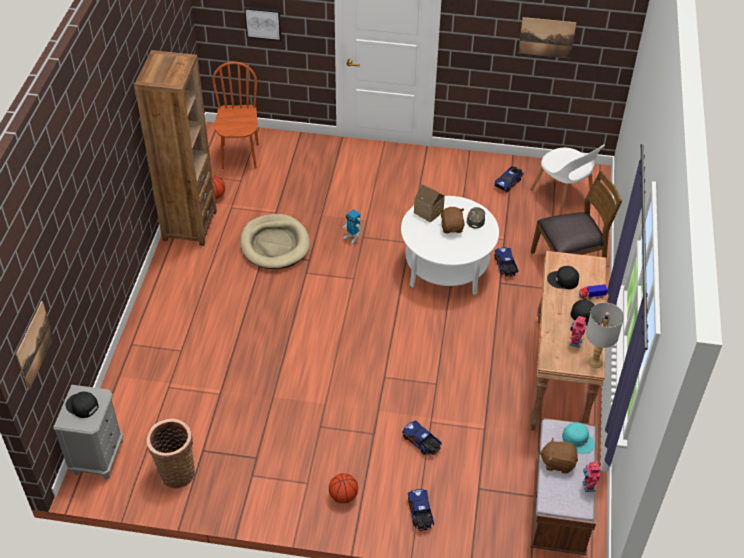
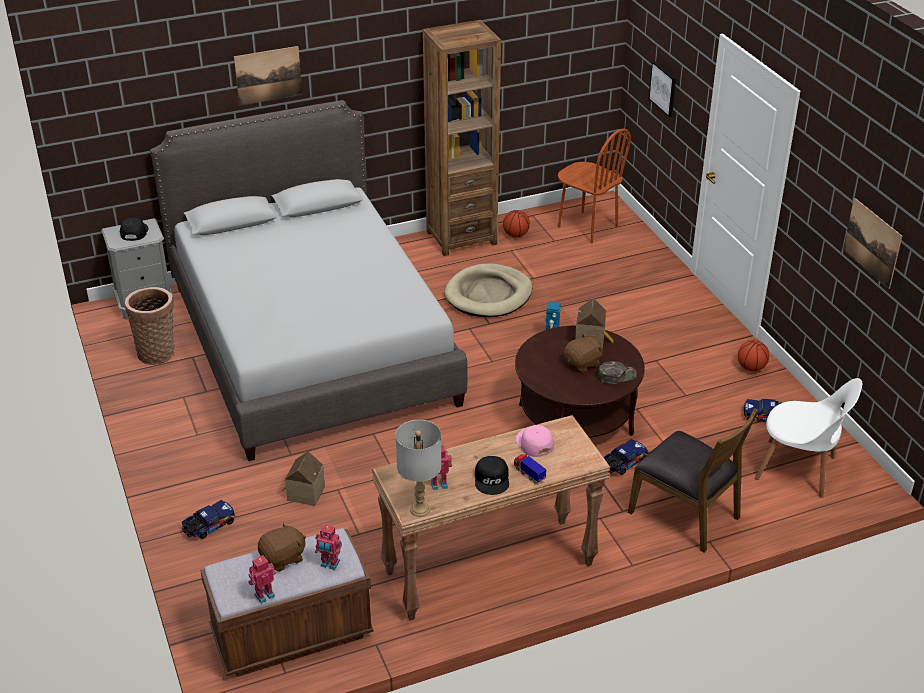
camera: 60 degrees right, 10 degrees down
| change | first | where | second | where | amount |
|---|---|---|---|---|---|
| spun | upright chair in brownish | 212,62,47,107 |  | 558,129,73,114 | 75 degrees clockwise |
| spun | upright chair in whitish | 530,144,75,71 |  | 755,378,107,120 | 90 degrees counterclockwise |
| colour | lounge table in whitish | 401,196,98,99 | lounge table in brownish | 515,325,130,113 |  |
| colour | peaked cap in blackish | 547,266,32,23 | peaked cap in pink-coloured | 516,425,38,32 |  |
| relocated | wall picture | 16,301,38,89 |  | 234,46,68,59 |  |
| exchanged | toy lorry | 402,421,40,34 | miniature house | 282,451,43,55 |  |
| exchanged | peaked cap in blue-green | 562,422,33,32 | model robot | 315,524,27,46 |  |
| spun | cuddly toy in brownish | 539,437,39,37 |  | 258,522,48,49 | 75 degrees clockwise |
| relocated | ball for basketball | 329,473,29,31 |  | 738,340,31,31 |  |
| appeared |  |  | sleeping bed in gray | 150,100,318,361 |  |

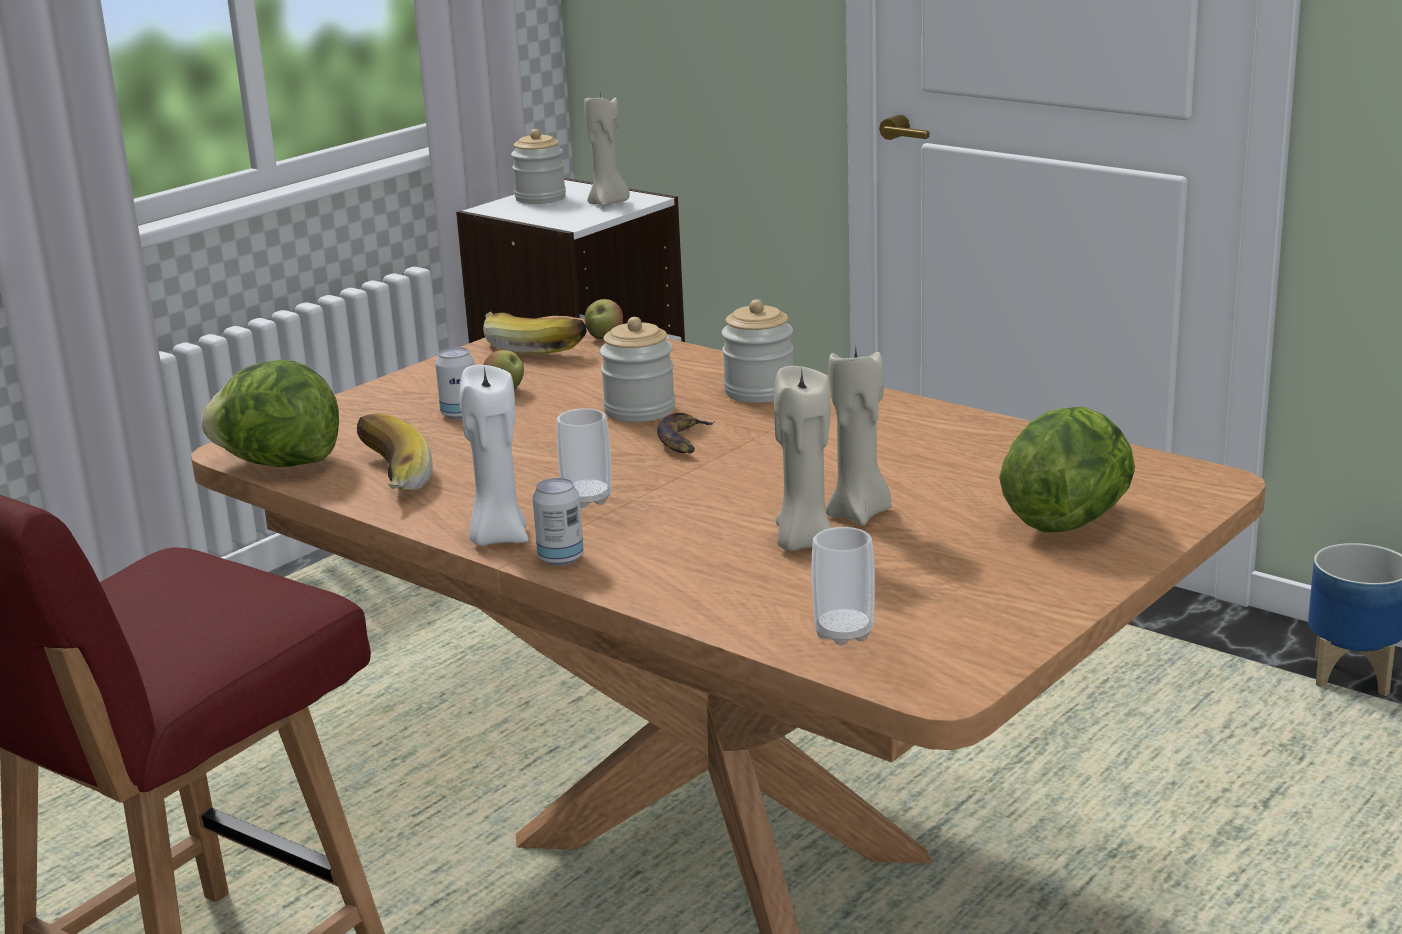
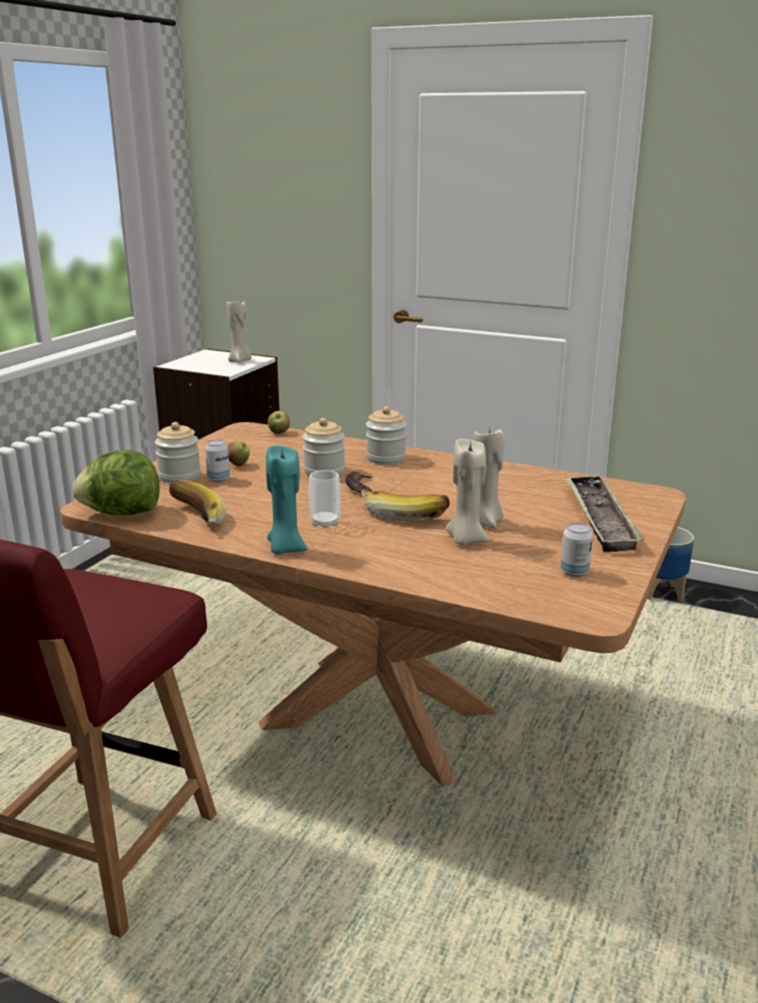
camera: 15 degrees left, 0 degrees up
| change | first | where | second | where | amount |
|---|---|---|---|---|---|
| relocated | storage jar | 511,129,55,75 |  | 155,422,46,61 |  |
| relocated | whole banana | 483,312,104,42 |  | 361,490,89,31 |  |
| colour | wax candle in whitish | 460,365,68,181 | wax candle in blue-green | 266,446,42,109 |  |
| exchanged | lettuce | 999,407,136,126 | carrying tray | 565,475,80,77 |  |
| relocated | metal can | 533,478,51,88 |  | 560,523,33,54 |  |
| missing | cup | 811,527,64,119 |  |  |  |

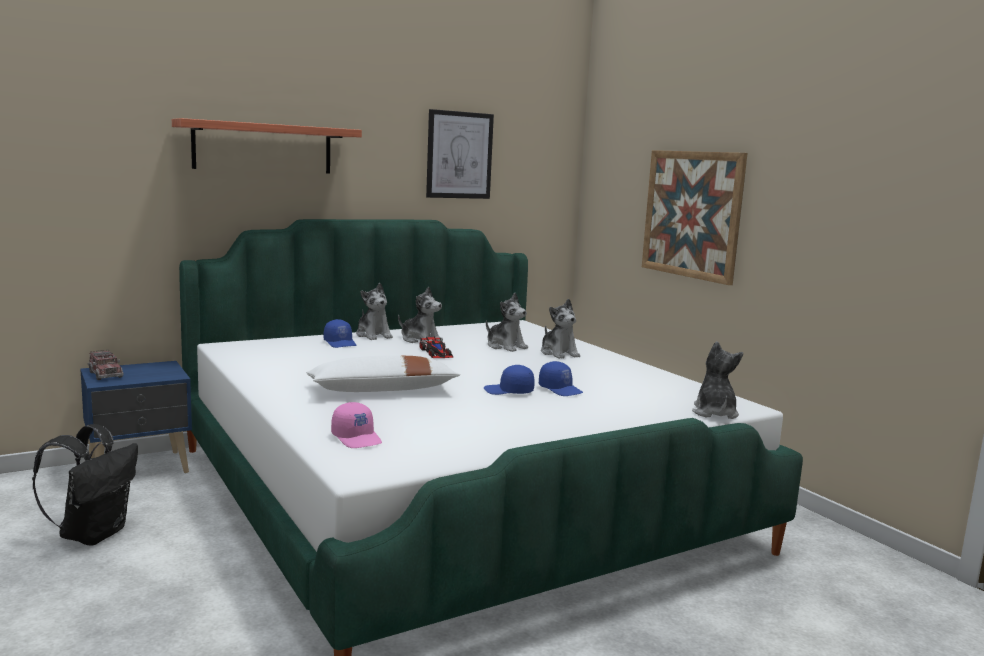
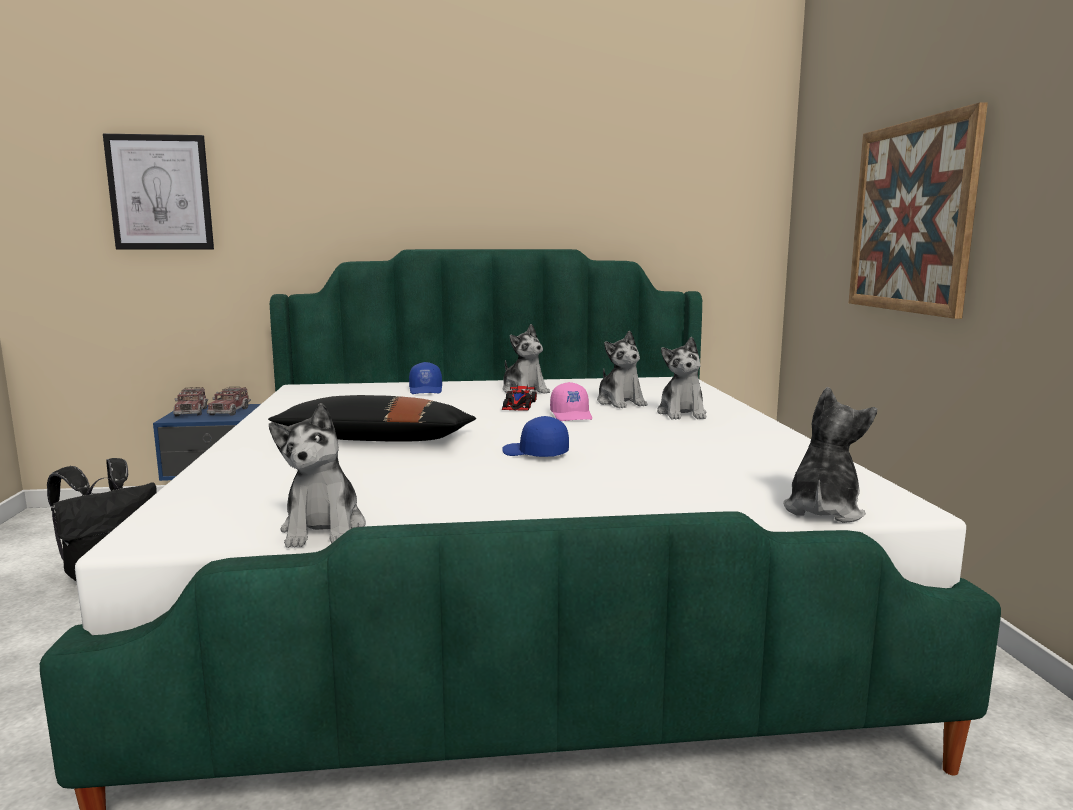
camera: 25 degrees right, 0 degrees up
| change | first | where | second | where | amount |
|---|---|---|---|---|---|
| relocated | wall picture | 426,109,68,90 |  | 103,134,111,115 |  |
| missing | shelf | 172,118,190,55 |  |  |  |
| relocated | cuddly toy | 356,283,37,57 |  | 269,403,97,145 |  |
| colour | cushion in whitish | 306,355,154,37 | cushion in blackish | 268,395,208,47 |  |
| missing | peaked cap in blue-coloured | 539,361,44,35 |  |  |  |
| relocated | peaked cap in pink-coloured | 331,402,51,46 |  | 550,382,42,39 |  |
| appeared |  |  | toy lorry | 207,387,44,28 |  |

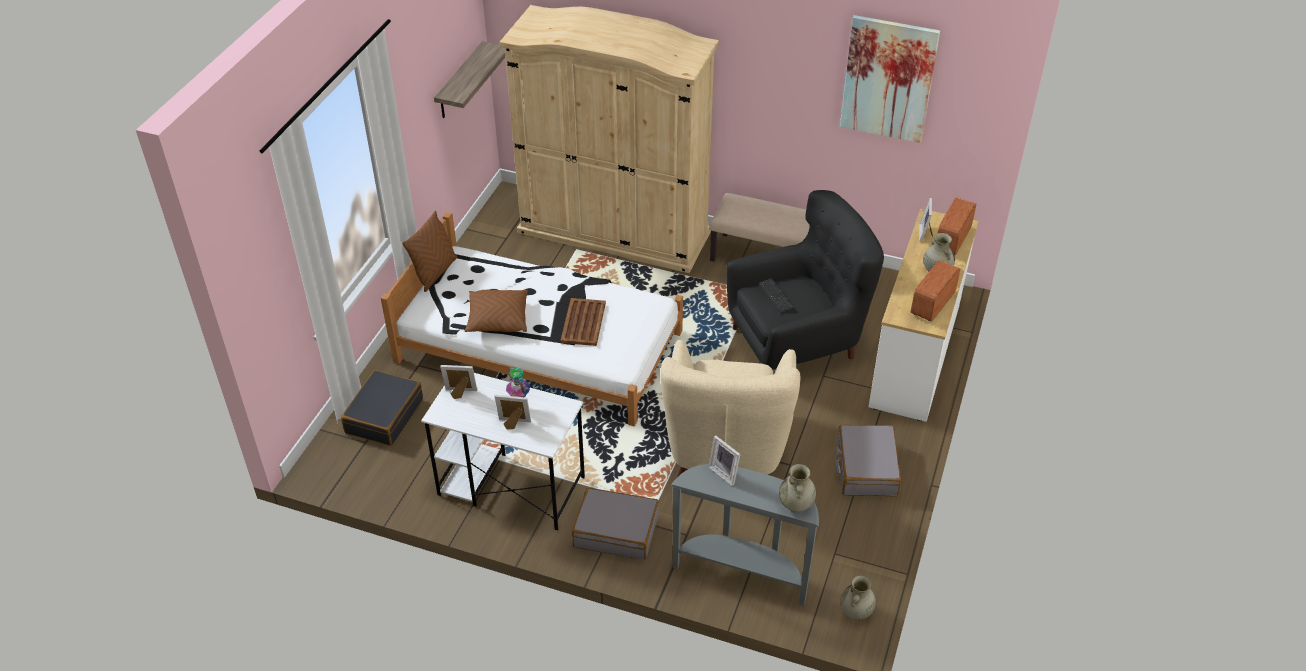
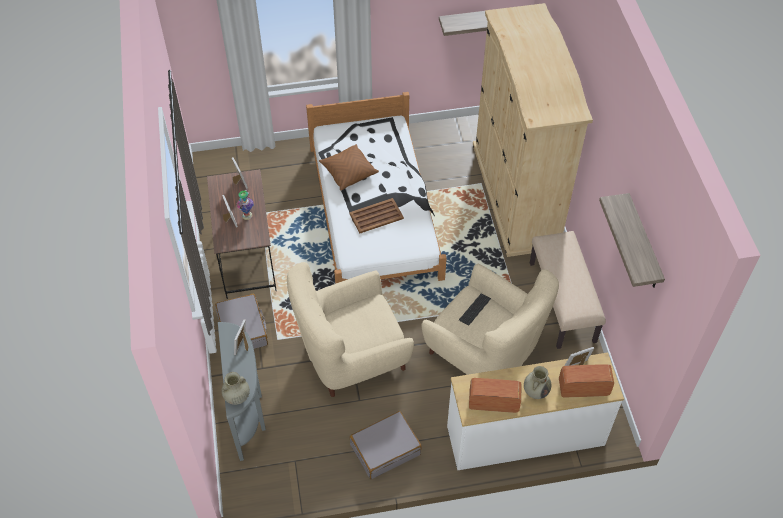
camera: 60 degrees right, 10 degrees up
| change | first | where | second | where | amount |
|---|---|---|---|---|---|
| exchanged | wall picture | 840,15,100,128 | shelf | 599,193,66,95 |  |
| colour | easy chair in blackish | 726,190,158,179 | easy chair in sand-coloured | 422,264,137,111 |  |
| missing | cushion in brownish | 402,211,55,81 |  |  |  |
| missing | piece of luggage in blackish | 341,370,82,76 |  |  |  |
| colour | desk unit in whitish | 421,373,164,157 | desk unit in brownish | 207,169,70,130 |  |
| missing | flower vase in sand-coloured | 840,575,36,45 |  |  |  |

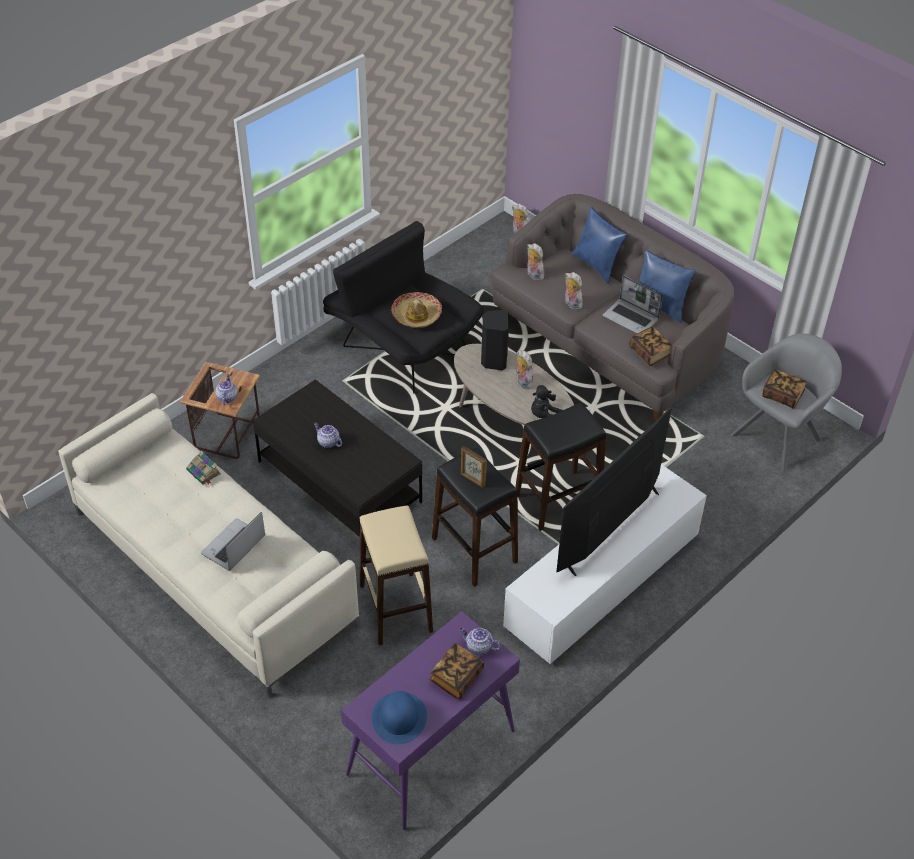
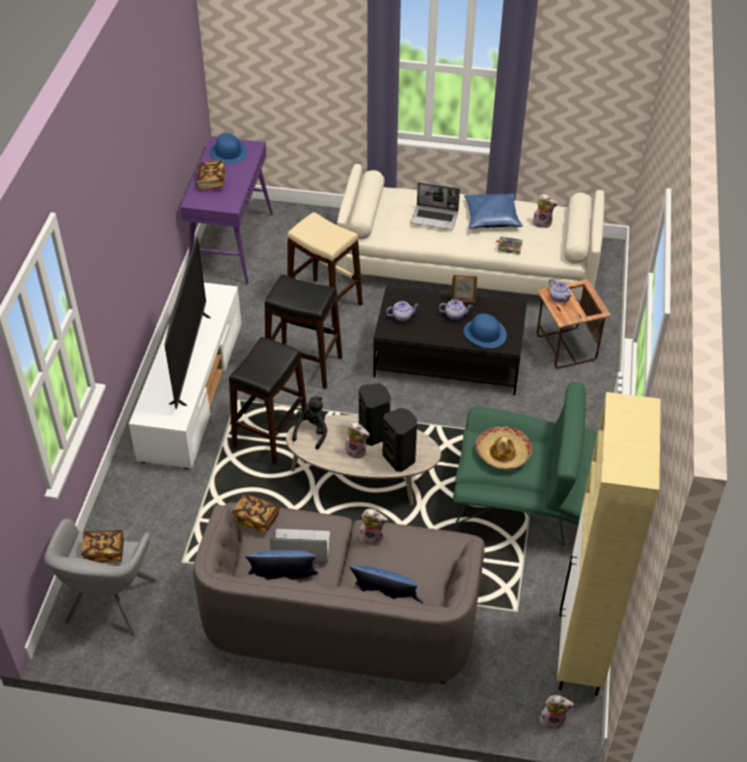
camera: 145 degrees right, 0 degrees up
| change | first | where | second | where | amount |
|---|---|---|---|---|---|
| colour | easy chair in blackish | 323,221,161,172 | easy chair in green-coloured | 453,381,145,165 |  |
| relocated | cuddly toy | 527,243,17,38 |  | 533,194,25,34 |  |
| relocated | photo frame | 461,446,26,42 |  | 451,275,26,27 |  |
| spun | portable computer | 201,512,64,59 |  | 411,182,49,48 | 105 degrees clockwise |
| relocated | tea pot | 459,628,41,27 |  | 386,301,33,21 |  |
| appeared |  |  | cushion in blue-coloured | 464,194,59,35 |  |
| appeared |  |  | clothing hat in blue-coloured | 464,313,43,35 |  |
| appeared |  |  | loudspeaker in blackish | 359,383,32,63 |  |
| appeared |  |  | cabinet in sand-coloured | 557,392,104,304 |  |

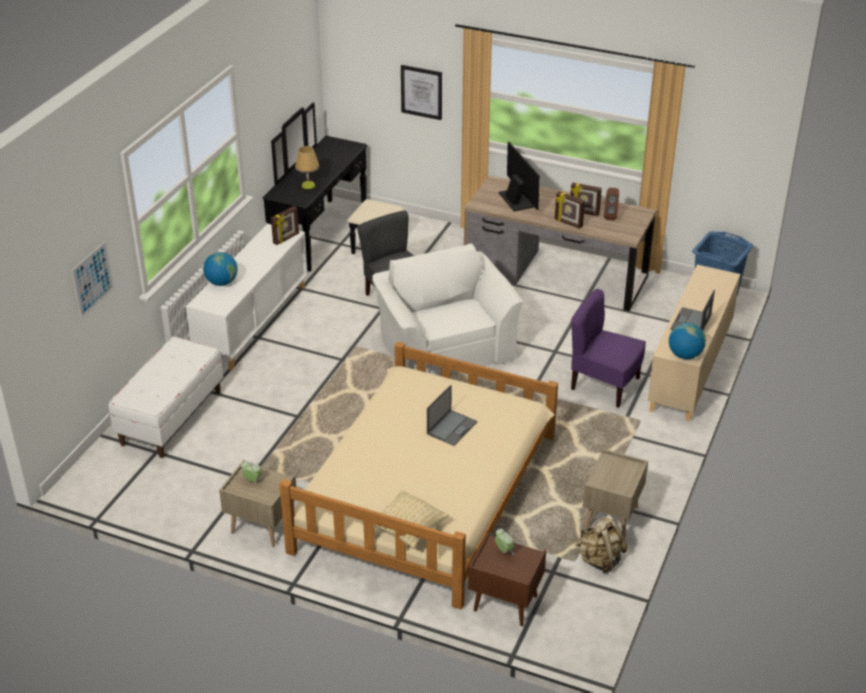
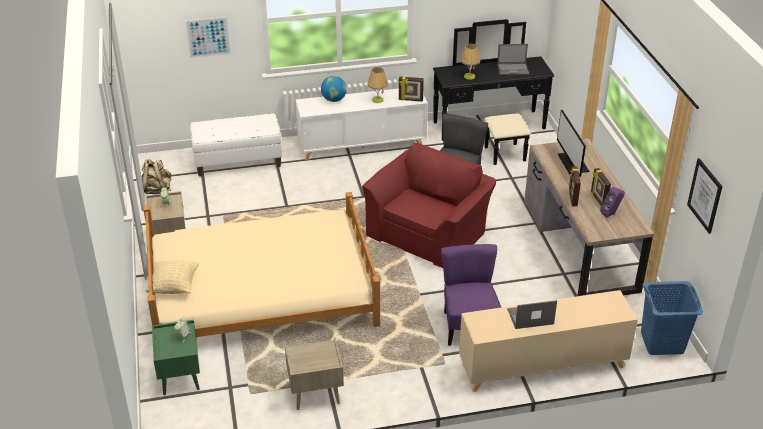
camera: 55 degrees right, 0 degrees up
| change | first | where | second | where | amount |
|---|---|---|---|---|---|
| relocated | wall picture | 401,65,41,55 |  | 687,158,35,76 |  |
| spun | monitor | 498,142,42,69 |  | 557,110,32,67 | 135 degrees clockwise |
| colour | loudspeaker in brownish | 604,188,15,32 | loudspeaker in purple-coloured | 600,187,25,31 |  |
| colour | easy chair in whitish | 372,244,151,132 | easy chair in reddish | 362,143,134,125 |  |
| missing | globe | 669,323,37,36 |  |  |  |
| relocated | portable computer | 427,385,51,61 |  | 497,44,32,31 |  |
| relocated | backpack in sand-coloured | 575,515,53,58 |  | 142,159,29,35 |  |
| colour | night table in brownish | 468,532,78,94 | night table in green-coloured | 152,320,48,75 |  |
| appeared |  |  | lamp for a table | 367,67,21,36 |  |

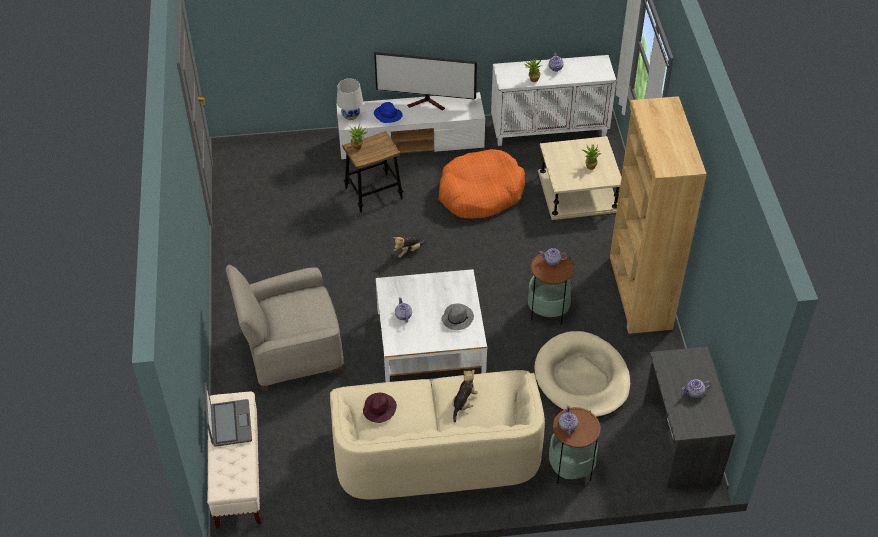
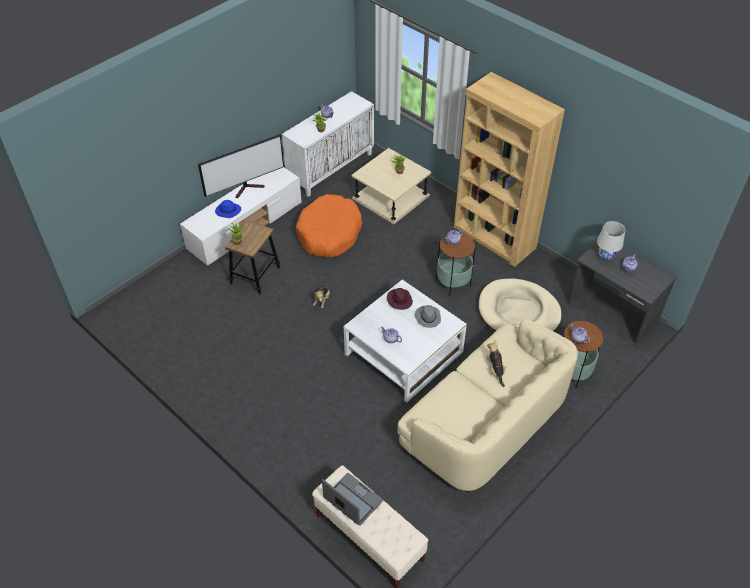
camera: 40 degrees left, 0 degrees up
| change | first | where | second | where | amount |
|---|---|---|---|---|---|
| relocated | lamp for a table in whitish | 337,78,26,42 |  | 597,221,28,39 |  |
| missing | easy chair in sand-coloured | 226,265,117,127 |  |  |  |
| relocated | clothing hat in purple-coloured | 363,393,34,30 |  | 387,288,26,22 |  |

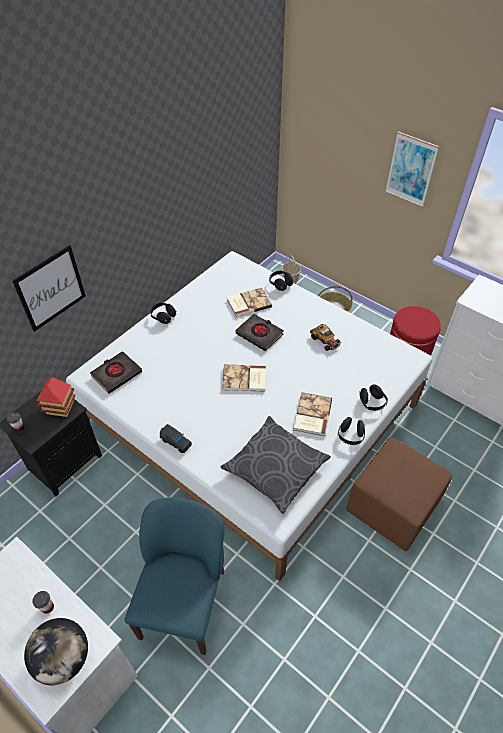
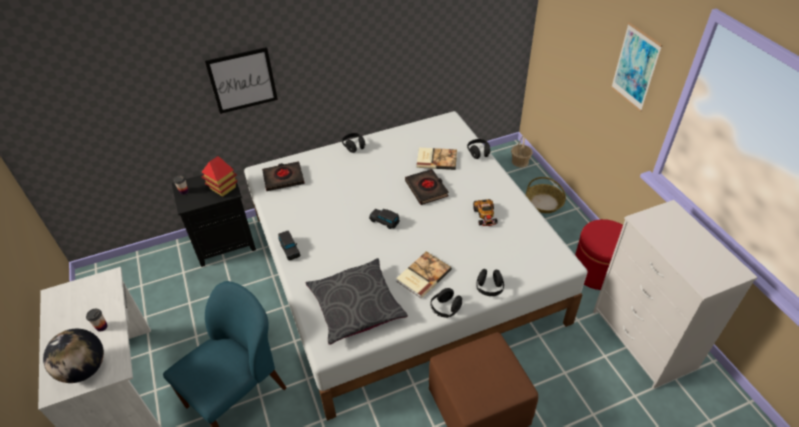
camera: 30 degrees right, 5 degrees down
| change | first | where | second | where | amount |
|---|---|---|---|---|---|
| exchanged | bound book | 222,365,44,27 | miniature car in blackish | 369,209,31,20 |  |

